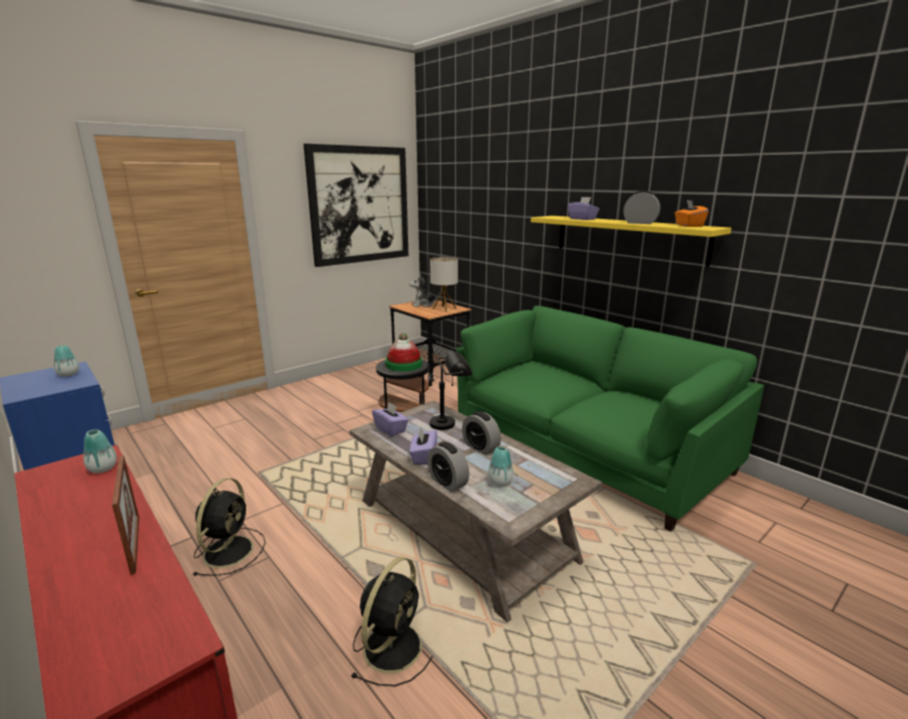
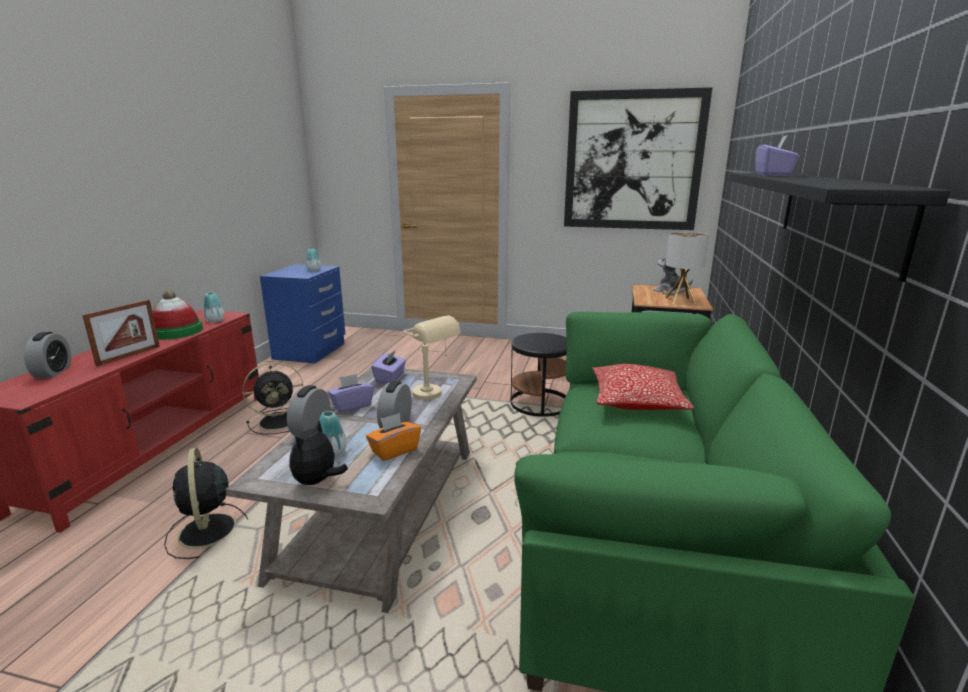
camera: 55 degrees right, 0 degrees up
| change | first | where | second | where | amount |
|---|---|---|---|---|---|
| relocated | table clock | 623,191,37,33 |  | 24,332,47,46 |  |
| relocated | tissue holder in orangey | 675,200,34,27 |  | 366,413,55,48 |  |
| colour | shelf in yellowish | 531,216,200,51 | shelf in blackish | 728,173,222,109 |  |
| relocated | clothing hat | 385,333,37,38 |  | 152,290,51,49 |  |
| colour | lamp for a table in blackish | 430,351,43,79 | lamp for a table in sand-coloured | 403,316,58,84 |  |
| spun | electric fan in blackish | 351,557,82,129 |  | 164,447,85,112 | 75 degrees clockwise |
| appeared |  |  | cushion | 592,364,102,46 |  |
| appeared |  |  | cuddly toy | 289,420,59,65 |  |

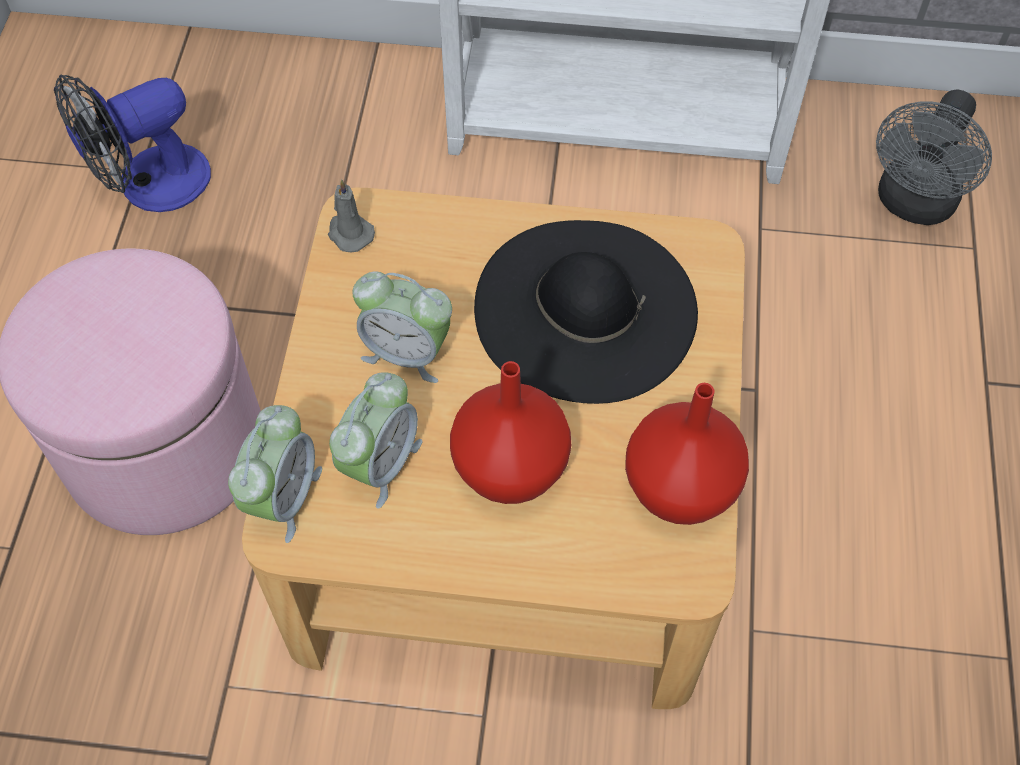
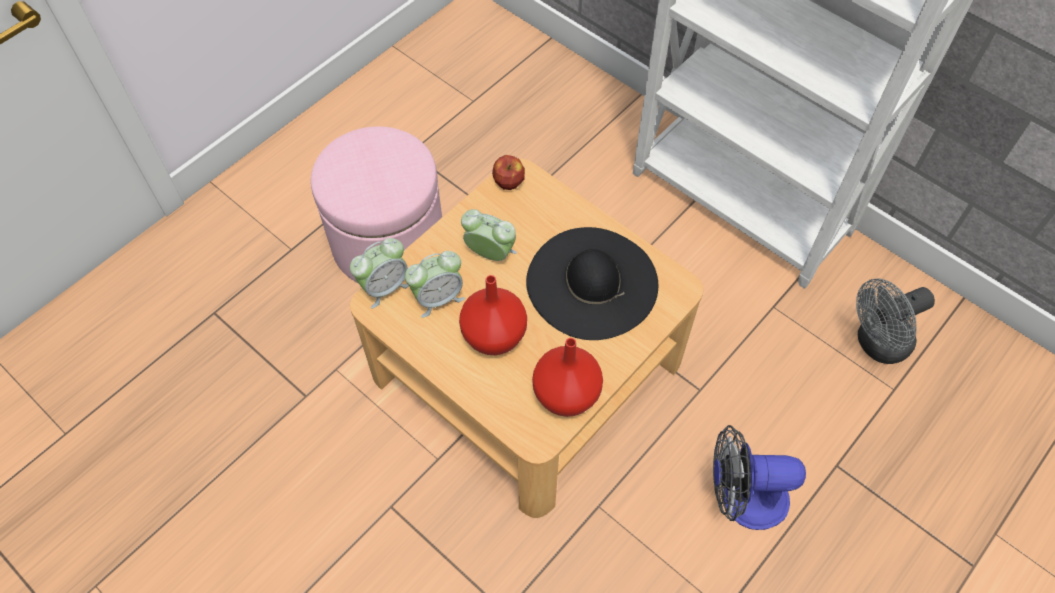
camera: 35 degrees right, 0 degrees up
| change | first | where | second | where | amount |
|---|---|---|---|---|---|
| relocated | electric fan | 54,74,157,138 |  | 713,425,93,105 |  |
| exchanged | wax candle in gray | 328,179,47,73 | whole apple | 492,155,33,35 |  |
| spun | table clock | 352,271,100,112 |  | 461,209,56,52 | 150 degrees clockwise |

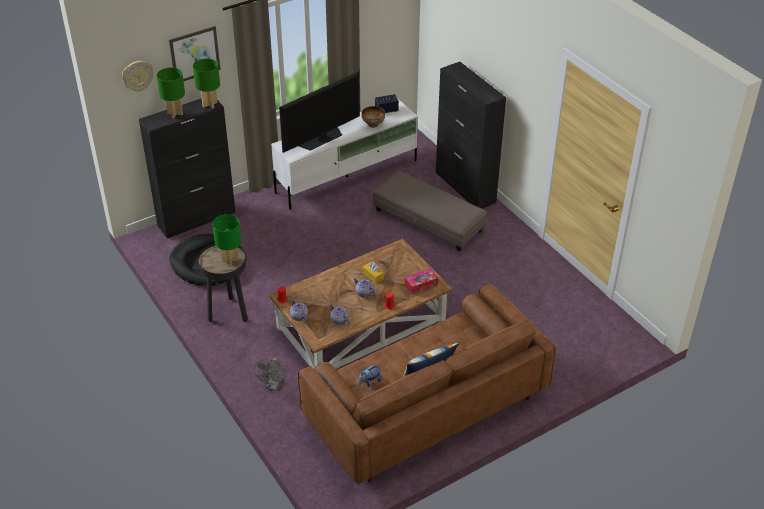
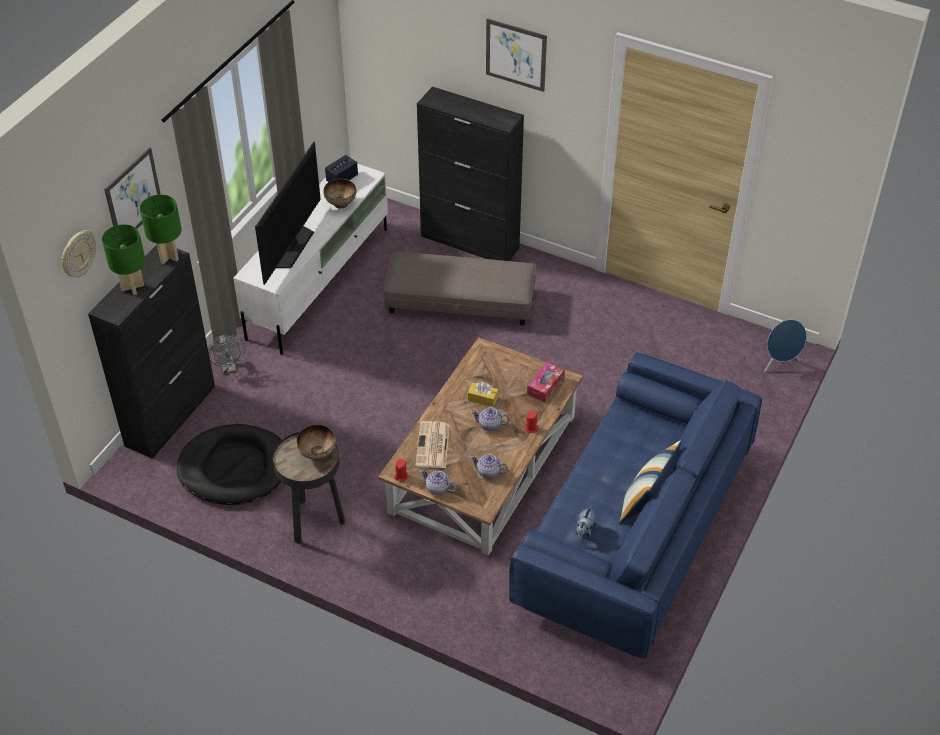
camera: 30 degrees left, 5 degrees up
| change | first | where | second | where | amount |
|---|---|---|---|---|---|
| exchanged | lamp for a table in green-coloured | 212,214,30,52 | deep dish | 296,424,40,37 |  |
| colour | settee in brownish | 298,284,258,201 | settee in blue-coloured | 509,353,253,306 |  |
| relocated | electric fan in gray | 254,358,32,33 |  | 208,335,38,39 |  |
| appeared |  |  | wall picture | 486,18,61,74 |  |
| appeared |  |  | loudspeaker in blue-coloured | 764,320,43,52 |  |
| appeared |  |  | daily paper | 415,421,35,47 |  |

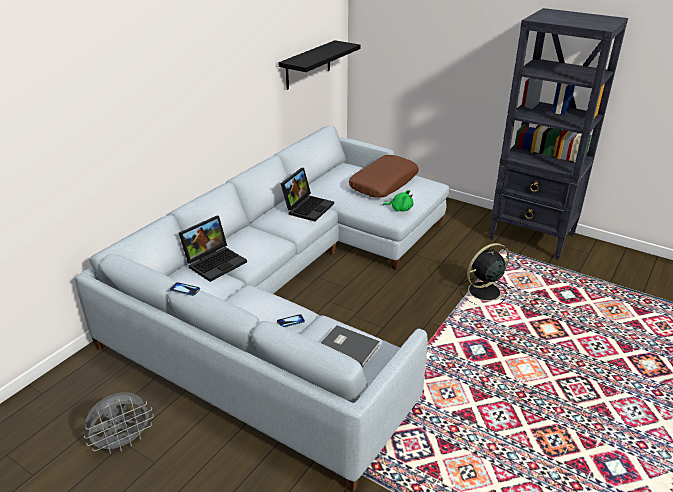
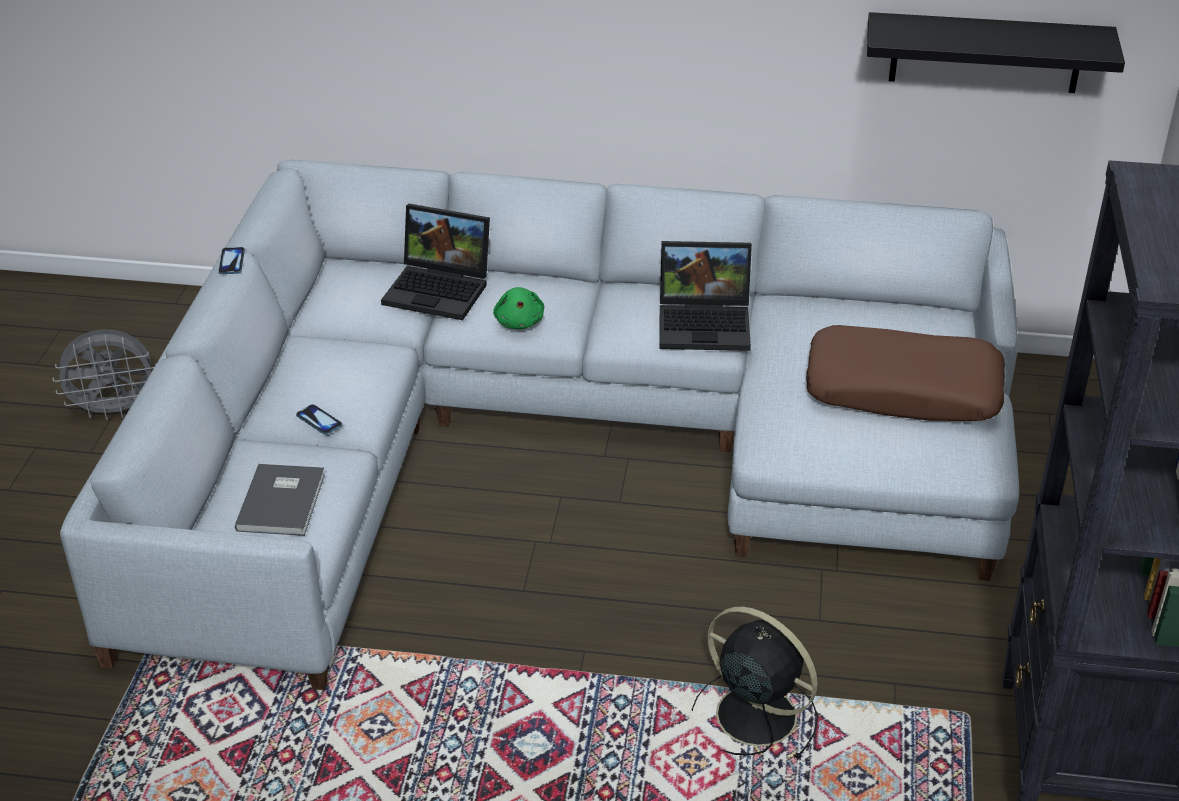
camera: 65 degrees right, 5 degrees up
| change | first | where | second | where | amount |
|---|---|---|---|---|---|
| relocated | cuddly toy in green-coloured | 383,190,30,21 |  | 493,287,51,42 |  |
| spun | electric fan in gray | 84,392,70,62 |  | 53,330,103,90 | 45 degrees counterclockwise |

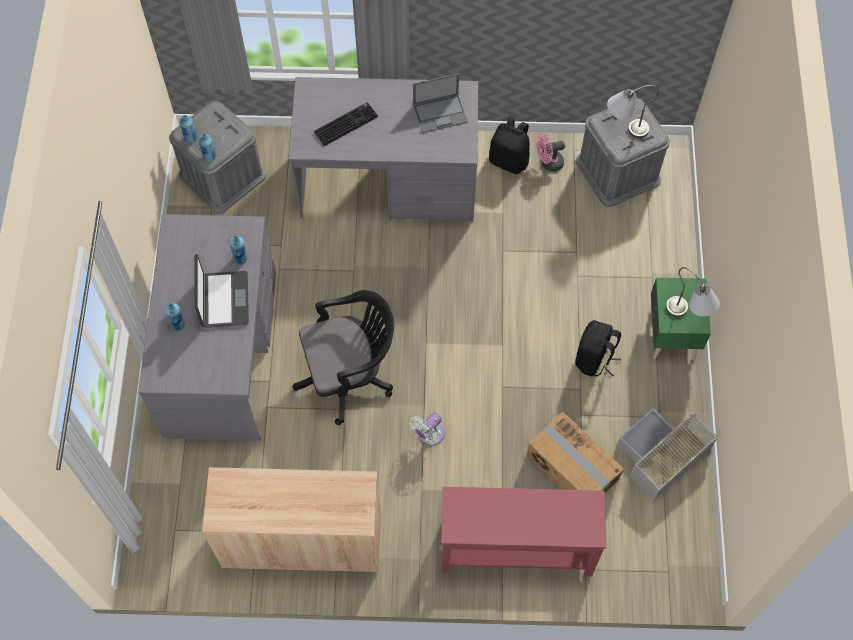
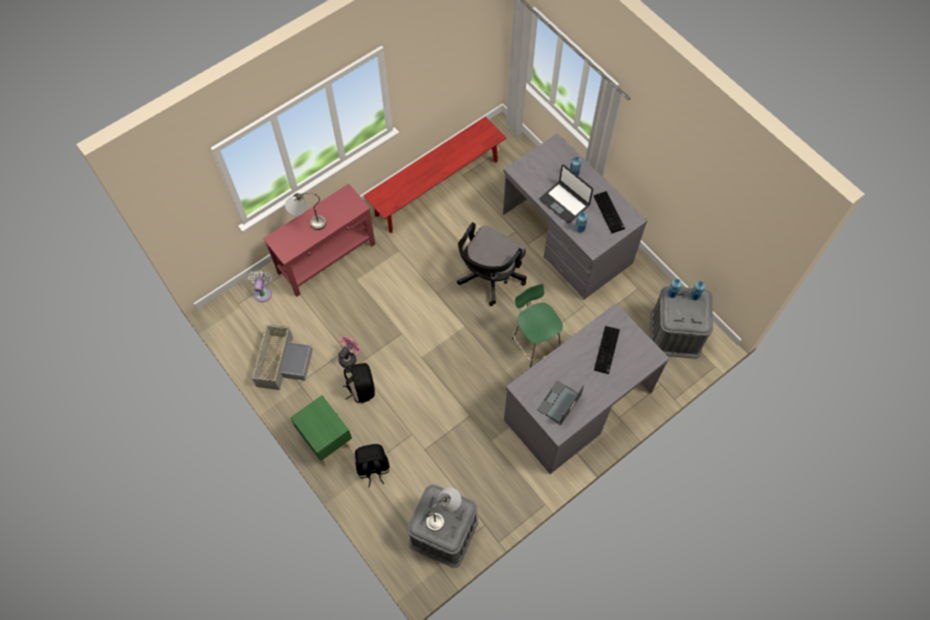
camera: 140 degrees right, 0 degrees up
| change | first | where | second | where | amount |
|---|---|---|---|---|---|
| relocated | backpack in blackish | 489,116,41,58 |  | 355,444,35,44 |  |
| relocated | electric fan in pink-coloured | 537,134,28,37 |  | 338,336,22,32 |  |
| relocated | lamp for a table in gray | 666,267,54,50 |  | 285,192,41,38 |  |
| missing | carton | 527,412,97,81 |  |  |  |
| relocated | electric fan in whitish | 410,413,35,33 |  | 248,270,24,32 |  |
| exchanged | cabinet in sand-coloured | 202,467,179,105 | bench in reddish | 364,117,142,116 |  |
| appeared |  |  | computer keyboard | 594,191,31,42 |  |
| appeared |  |  | upright chair in green-coloured | 512,284,51,83 |  |

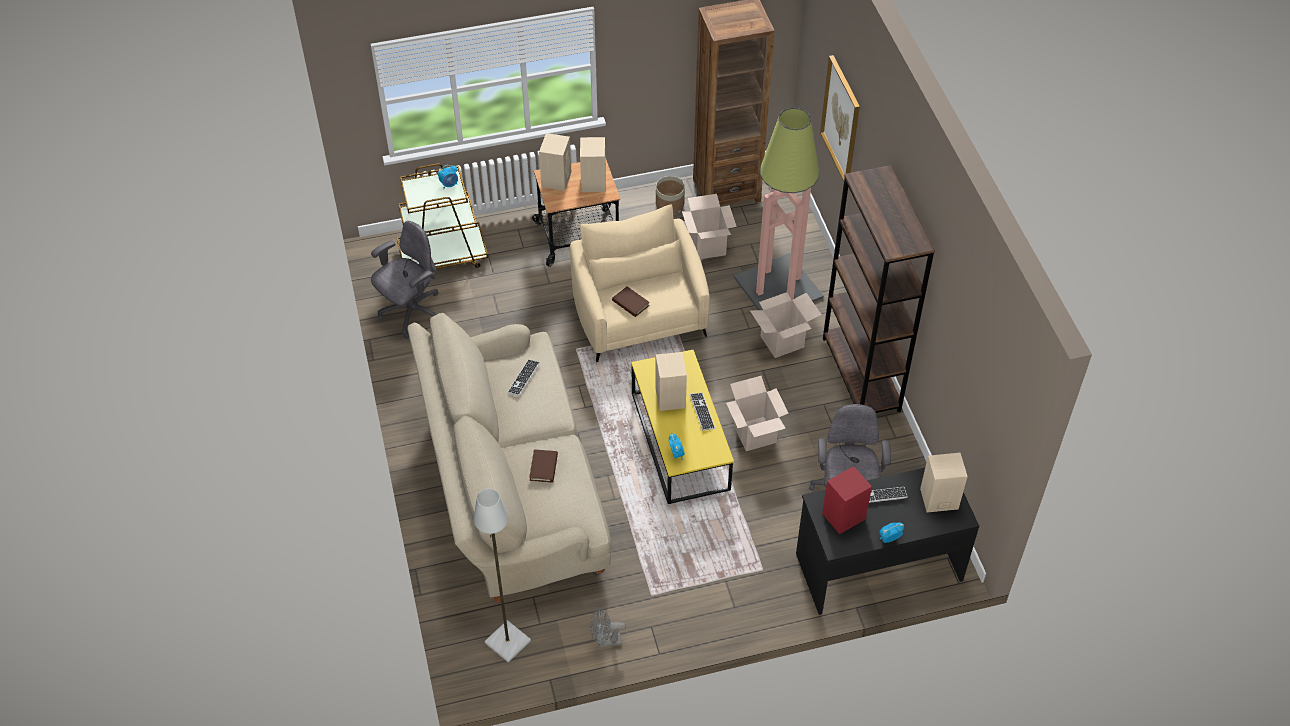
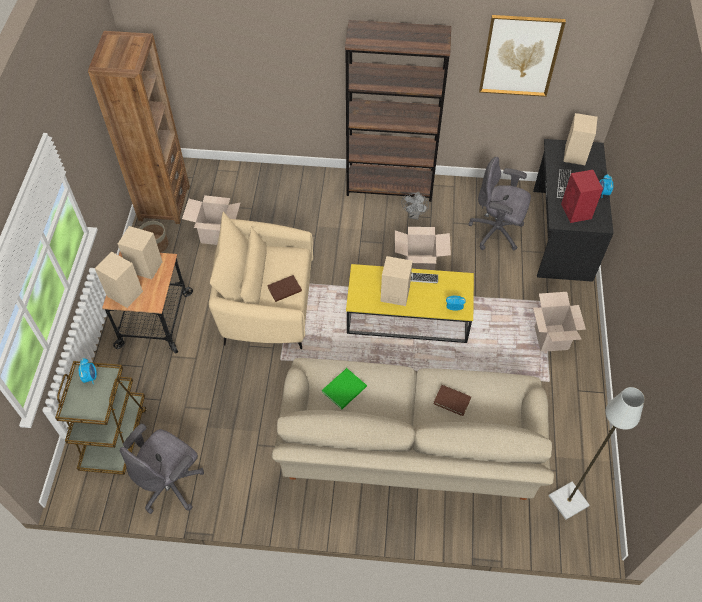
camera: 70 degrees left, 5 degrees up
| change | first | where | second | where | amount |
|---|---|---|---|---|---|
| relocated | wall picture | 820,55,40,126 |  | 479,15,87,82 |  |
| missing | standard lamp | 734,107,89,203 |  |  |  |
| spun | computer chair in gray | 371,221,67,118 |  | 120,424,84,90 | 120 degrees counterclockwise |
| relocated | carton | 750,292,72,66 |  | 533,292,53,60 |  |
| exchanged | computer keyboard | 507,359,33,37 | bound book in green-coloured | 322,368,45,41 |  |
| relocated | electric fan in gray | 590,607,36,40 |  | 401,192,28,28 |  |

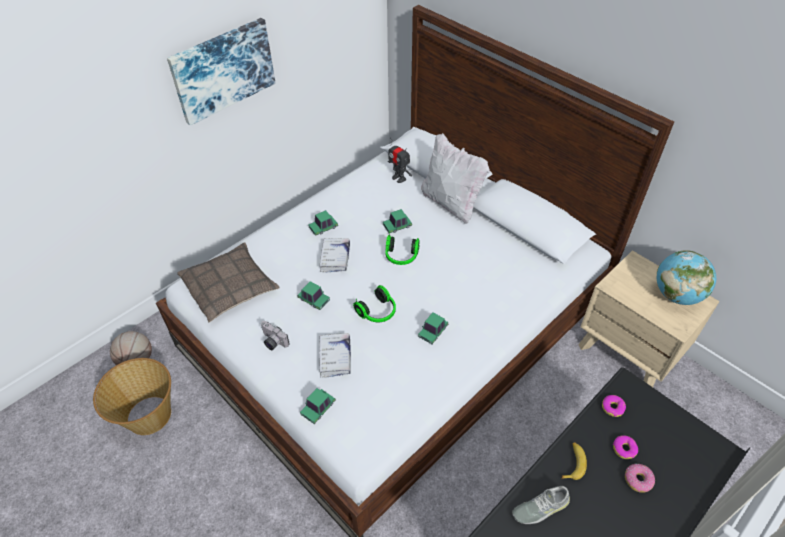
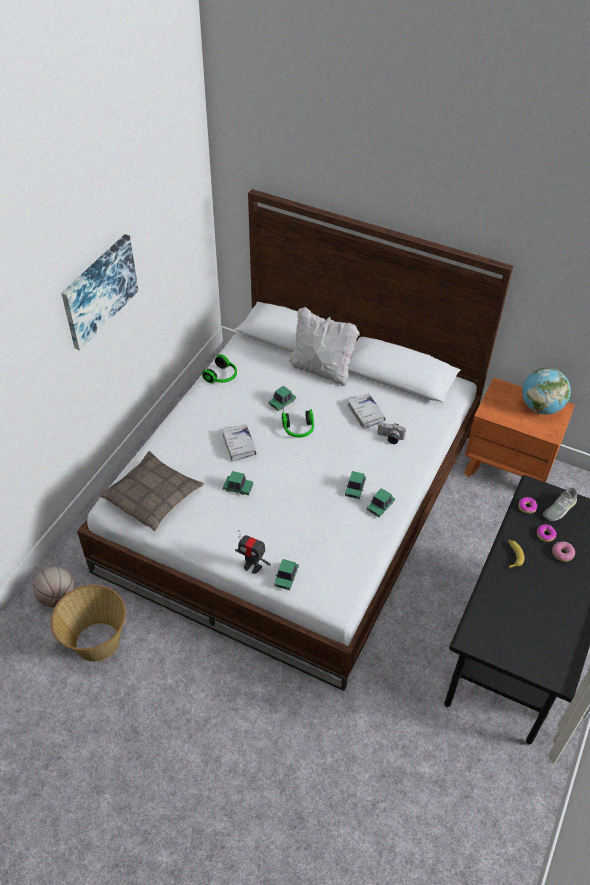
camera: 20 degrees left, 0 degrees up
| change | first | where | second | where | amount |
|---|---|---|---|---|---|
| relocated | model robot | 388,138,24,45 |  | 235,530,36,44 |  |
| relocated | miniature car | 308,210,30,26 |  | 367,488,28,29 |  |
| colour | night table in sand-coloured | 578,250,142,137 | night table in orangey | 464,378,111,104 |  |
| relocated | headphones | 353,285,43,37 |  | 202,354,35,29 |  |
| relocated | still camera | 260,321,30,29 |  | 378,422,28,22 |  |
| relocated | bound book in whitish | 319,333,32,44 |  | 348,393,37,36 |  |
| relocated | low shoe in gray | 512,486,58,38 |  | 543,488,34,33 |  |

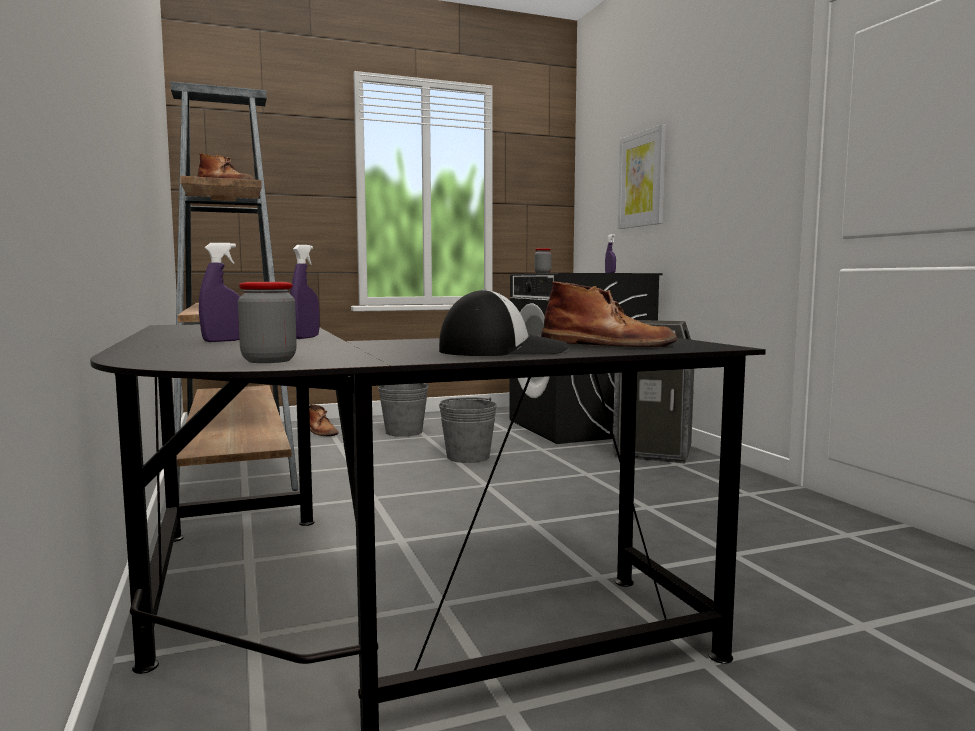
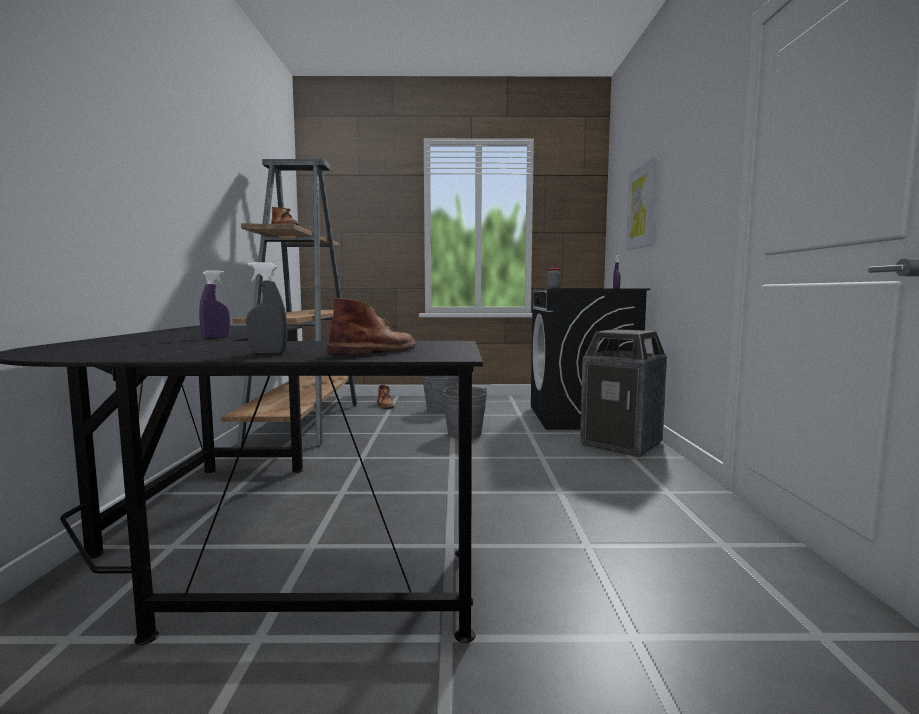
camera: 20 degrees right, 0 degrees up
| change | first | where | second | where | amount |
|---|---|---|---|---|---|
| missing | hand sprayer in purple-coloured | 199,243,41,99 |  |  |  |
| spun | boot in brownish | 541,281,136,66 |  | 327,298,89,57 | 90 degrees counterclockwise |
| missing | storage jar | 238,282,59,81 |  |  |  |
| exchanged | peaked cap | 439,289,130,67 | hand sprayer in gray | 246,262,41,92 |  |

